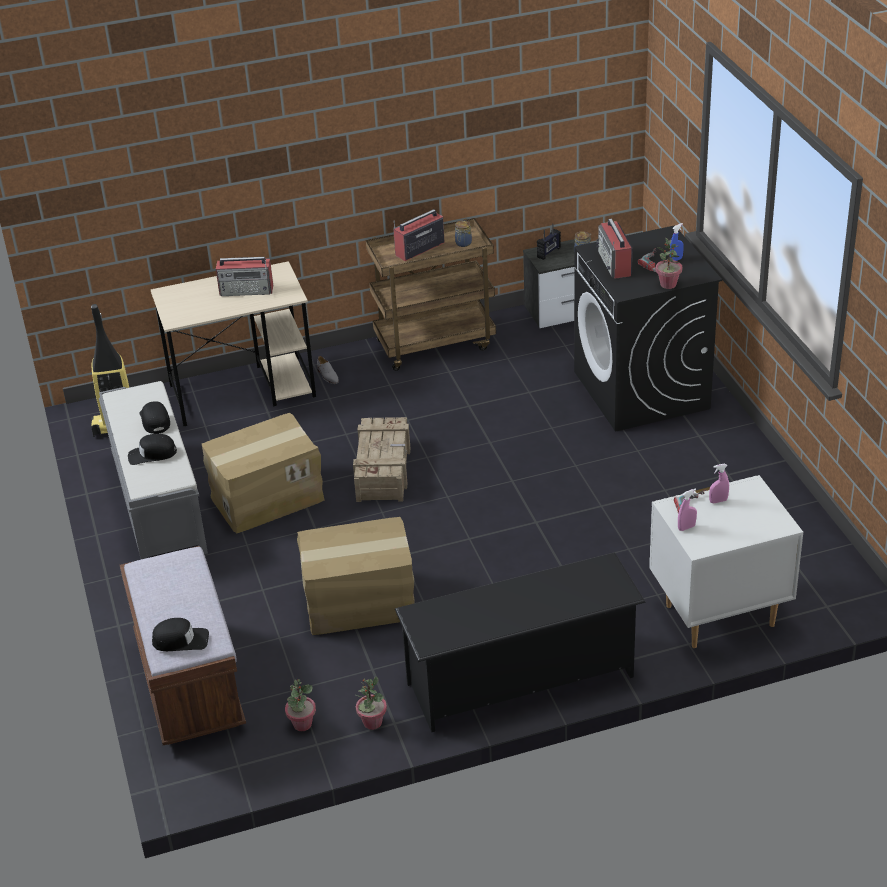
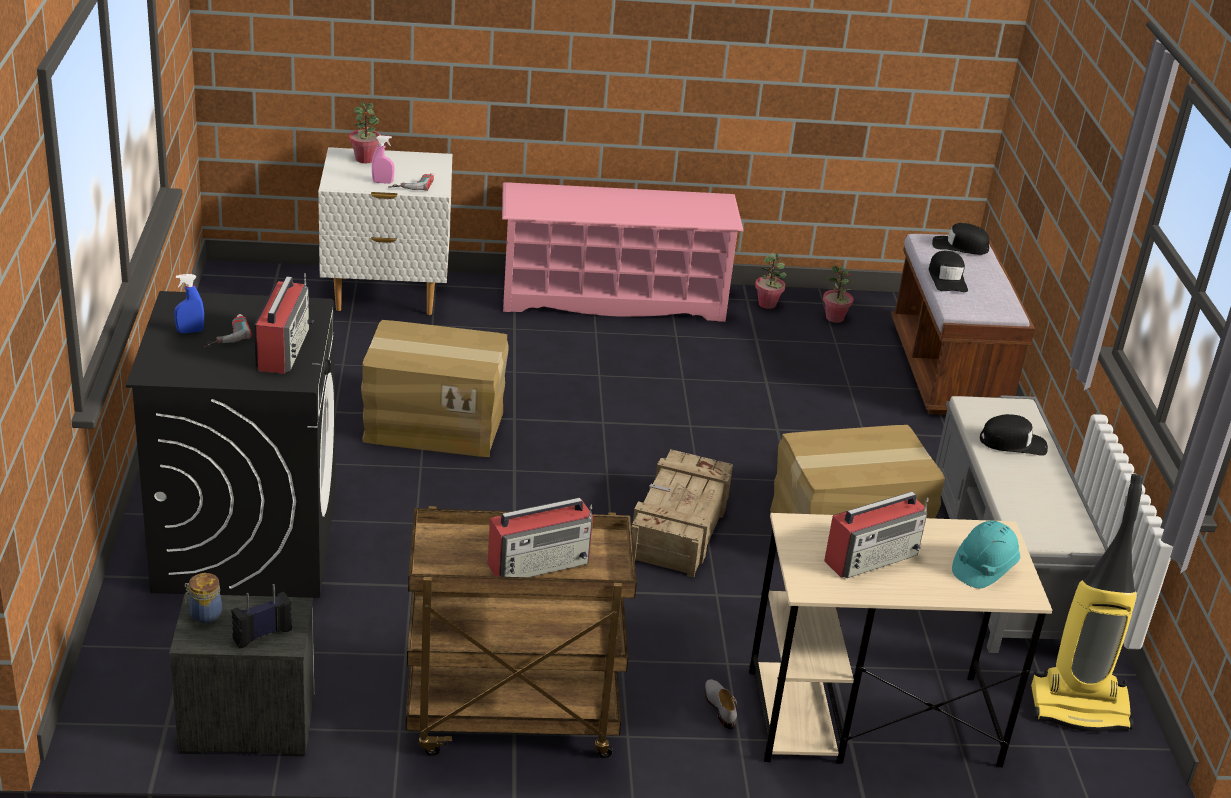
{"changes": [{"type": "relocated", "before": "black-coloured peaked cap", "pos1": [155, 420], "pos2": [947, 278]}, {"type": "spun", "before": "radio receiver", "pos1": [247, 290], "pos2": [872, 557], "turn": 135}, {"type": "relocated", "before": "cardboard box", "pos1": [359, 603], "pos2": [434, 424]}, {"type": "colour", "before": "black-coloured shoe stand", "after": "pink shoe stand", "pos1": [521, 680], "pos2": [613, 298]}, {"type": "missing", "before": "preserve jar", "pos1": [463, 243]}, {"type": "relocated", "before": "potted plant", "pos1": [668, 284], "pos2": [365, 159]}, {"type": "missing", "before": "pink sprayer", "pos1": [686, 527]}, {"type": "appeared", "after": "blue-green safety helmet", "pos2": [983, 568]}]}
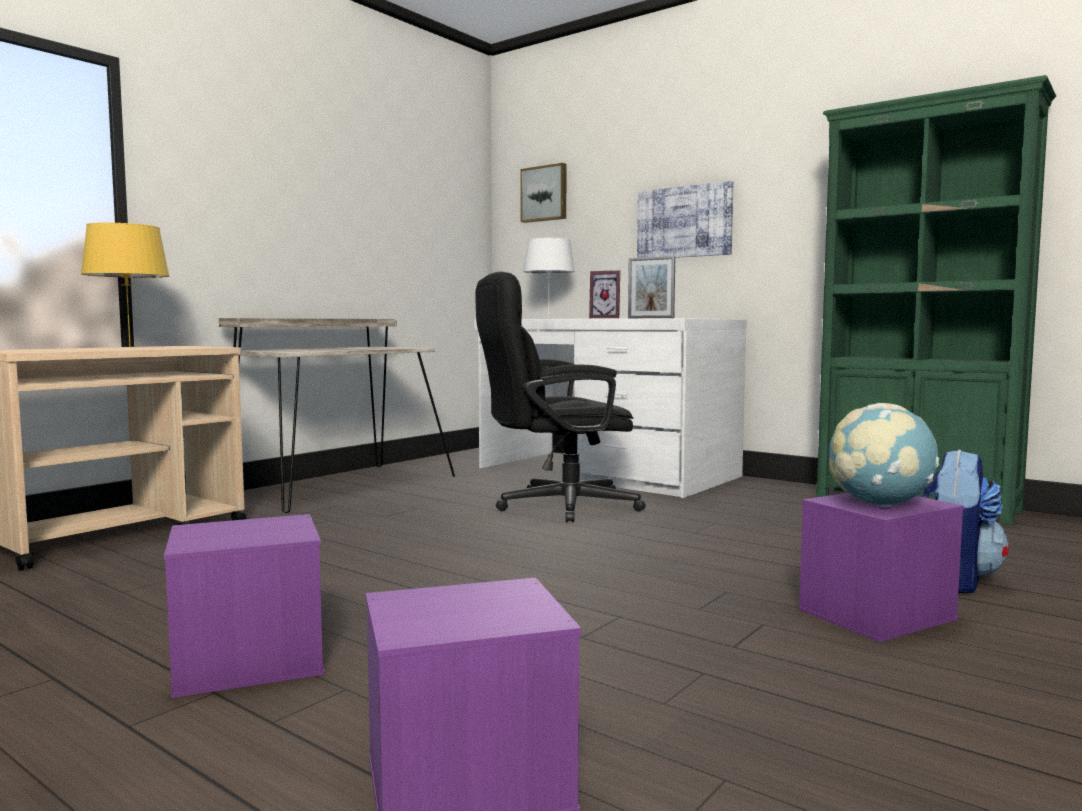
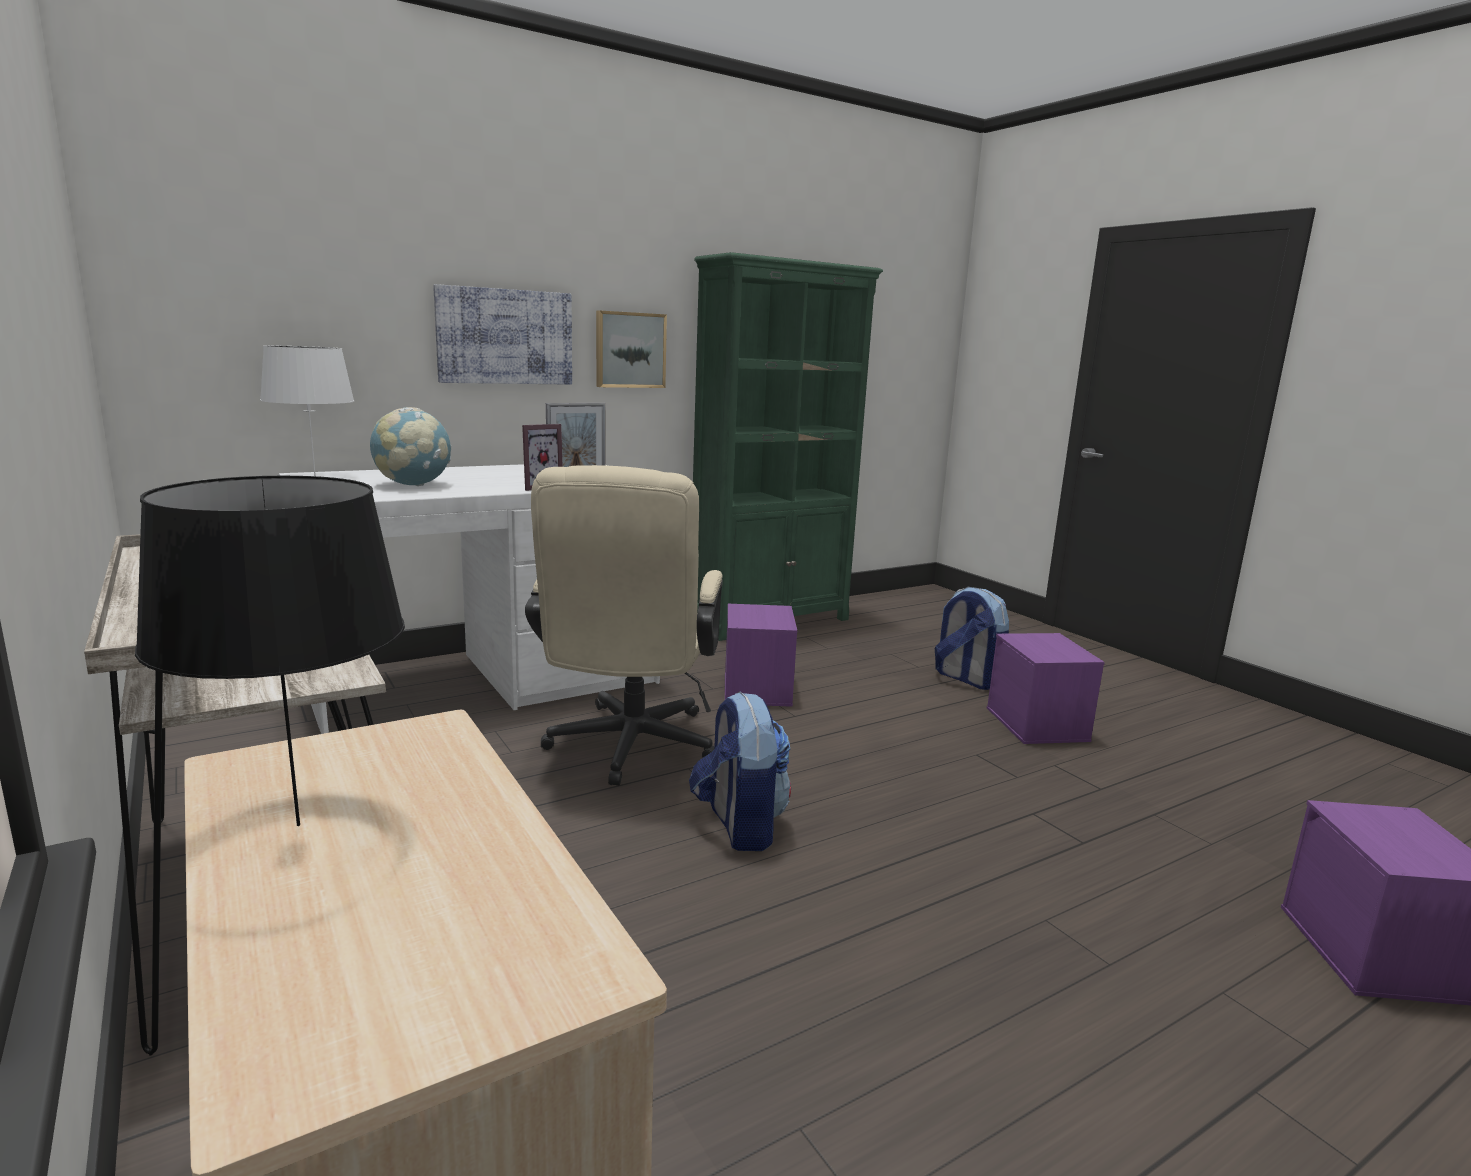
{"changes": [{"type": "colour", "before": "yellow-coloured lamp for a table", "after": "black-coloured lamp for a table", "pos1": [130, 347], "pos2": [299, 824]}, {"type": "relocated", "before": "purple-coloured storage box", "pos1": [246, 663], "pos2": [758, 690]}, {"type": "colour", "before": "black-coloured desk chair", "after": "sand-coloured desk chair", "pos1": [554, 506], "pos2": [628, 750]}, {"type": "relocated", "before": "wall art", "pos1": [545, 193], "pos2": [629, 350]}, {"type": "relocated", "before": "desk globe", "pos1": [880, 504], "pos2": [413, 485]}, {"type": "appeared", "after": "backpack", "pos2": [739, 826]}]}
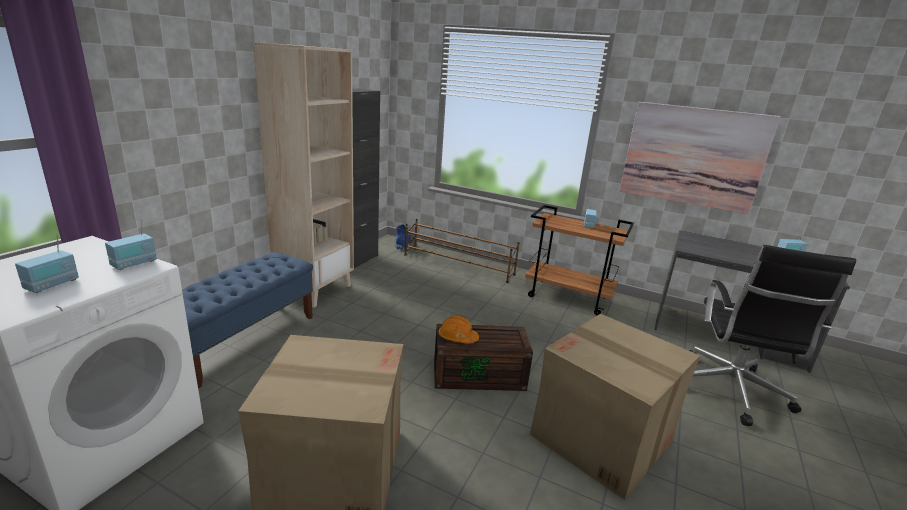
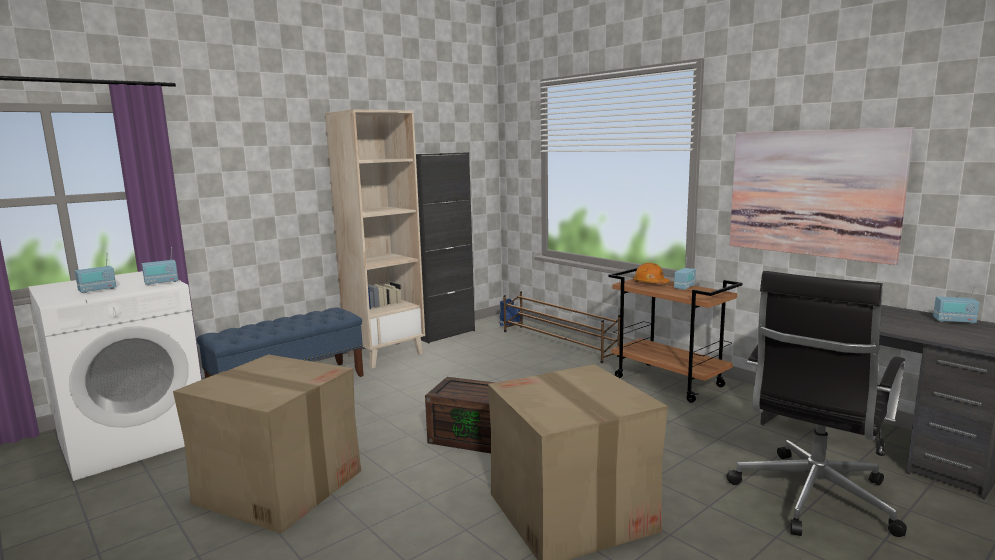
{"changes": [{"type": "relocated", "before": "orange-coloured safety helmet", "pos1": [457, 337], "pos2": [650, 283]}]}
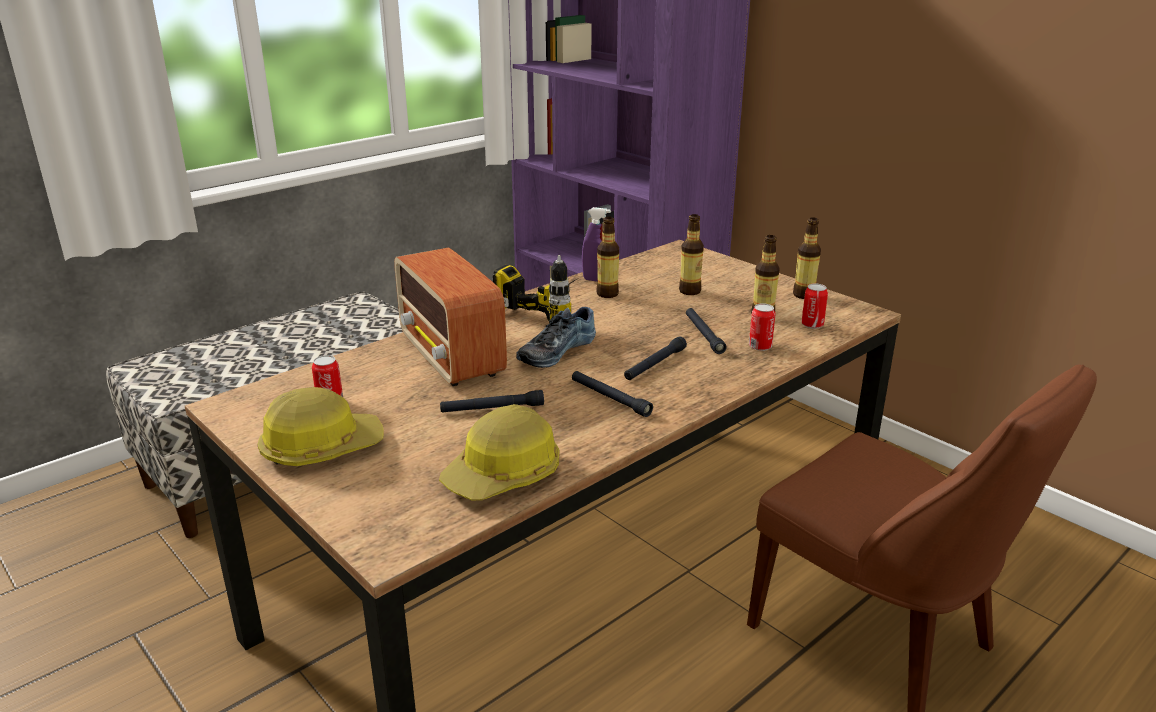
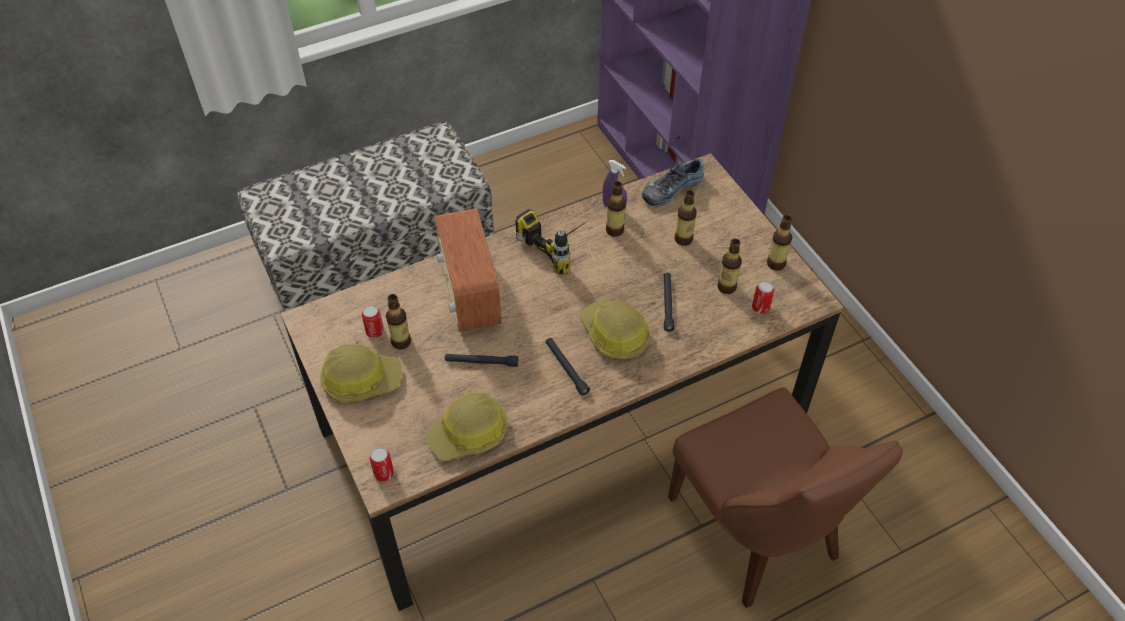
{"changes": [{"type": "relocated", "before": "shoe", "pos1": [555, 350], "pos2": [671, 188]}, {"type": "exchanged", "before": "black-coloured hand torch", "after": "safety helmet", "pos1": [655, 365], "pos2": [614, 335]}, {"type": "relocated", "before": "metal can", "pos1": [760, 346], "pos2": [384, 473]}, {"type": "appeared", "after": "beverage bottle", "pos2": [401, 342]}]}
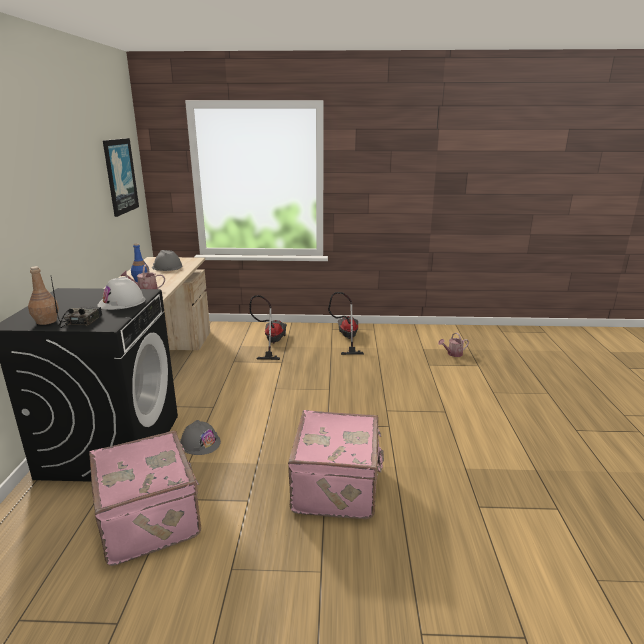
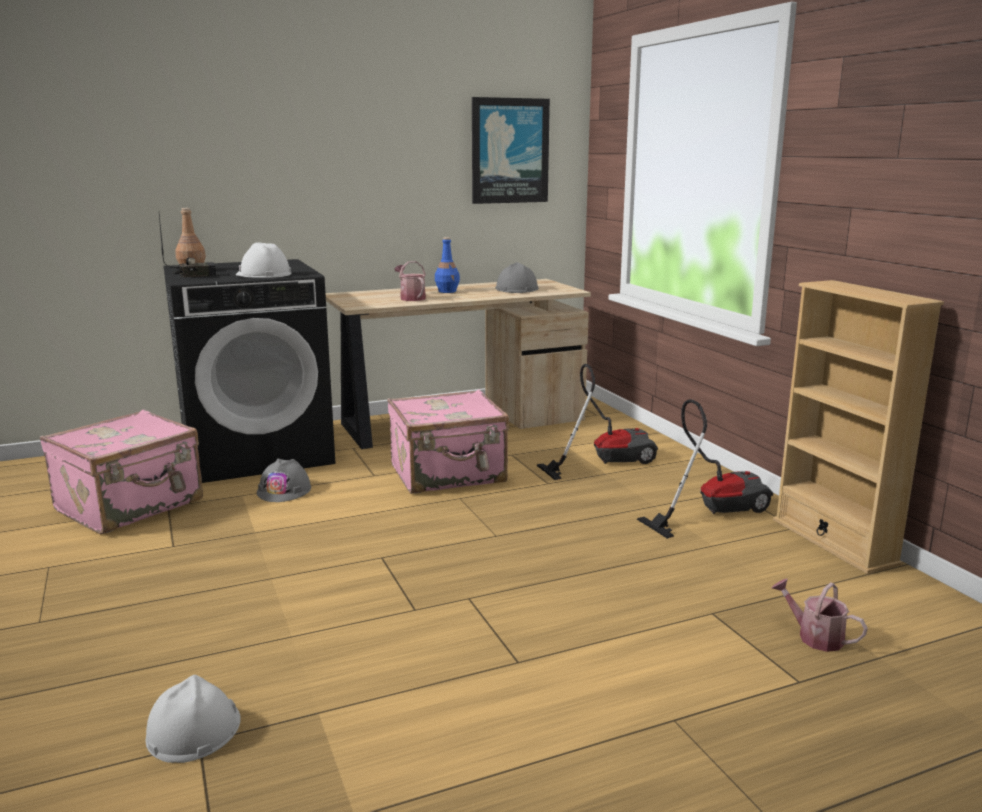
{"changes": [{"type": "relocated", "before": "pink travel case", "pos1": [337, 486], "pos2": [448, 474]}, {"type": "appeared", "after": "white-coloured safety helmet", "pos2": [193, 729]}, {"type": "appeared", "after": "sand-coloured bookcase", "pos2": [833, 541]}]}
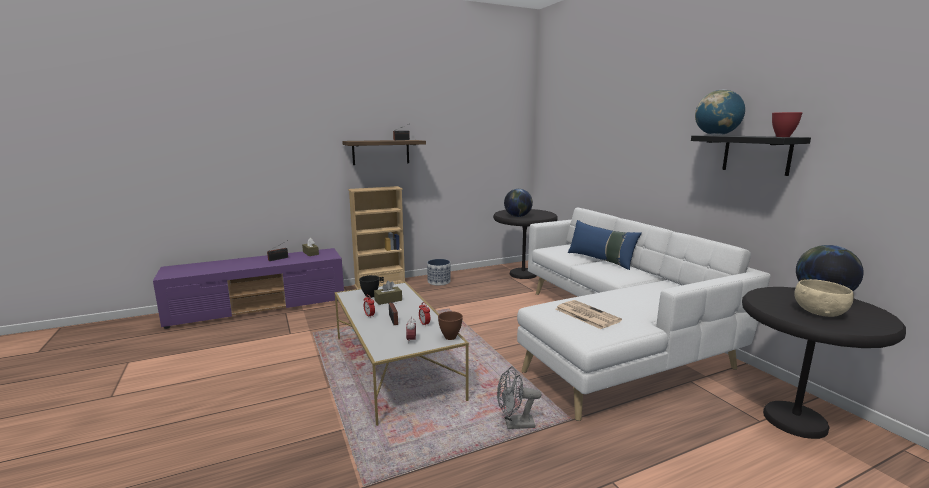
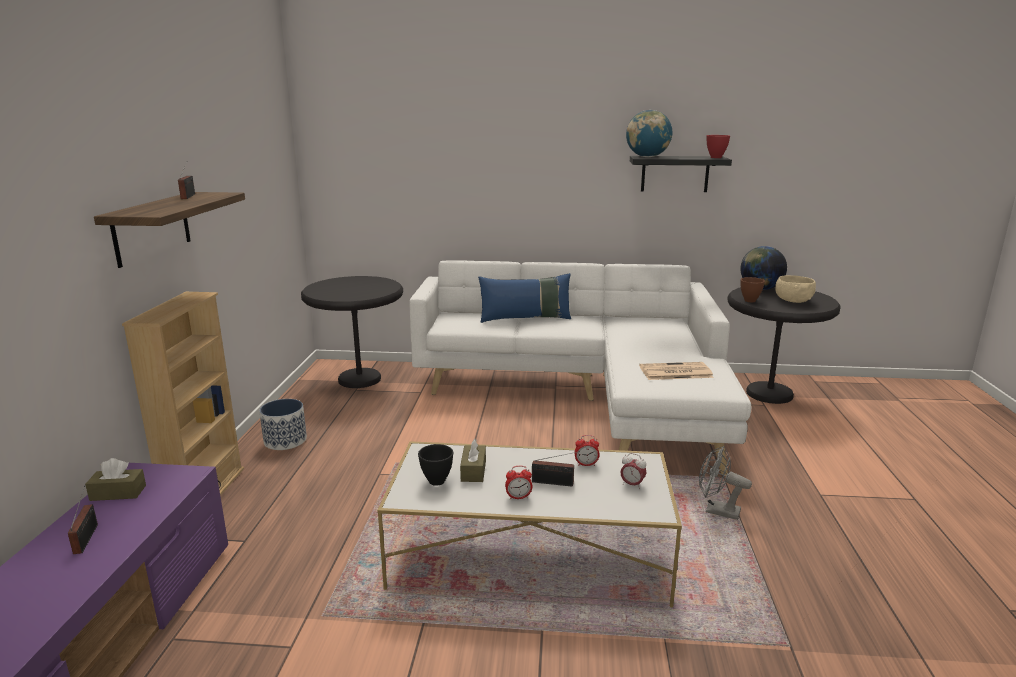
{"changes": [{"type": "relocated", "before": "brown deep dish", "pos1": [451, 337], "pos2": [750, 300]}, {"type": "spun", "before": "grey fan", "pos1": [514, 424], "pos2": [716, 511], "turn": 90}, {"type": "missing", "before": "desk globe", "pos1": [518, 216]}]}
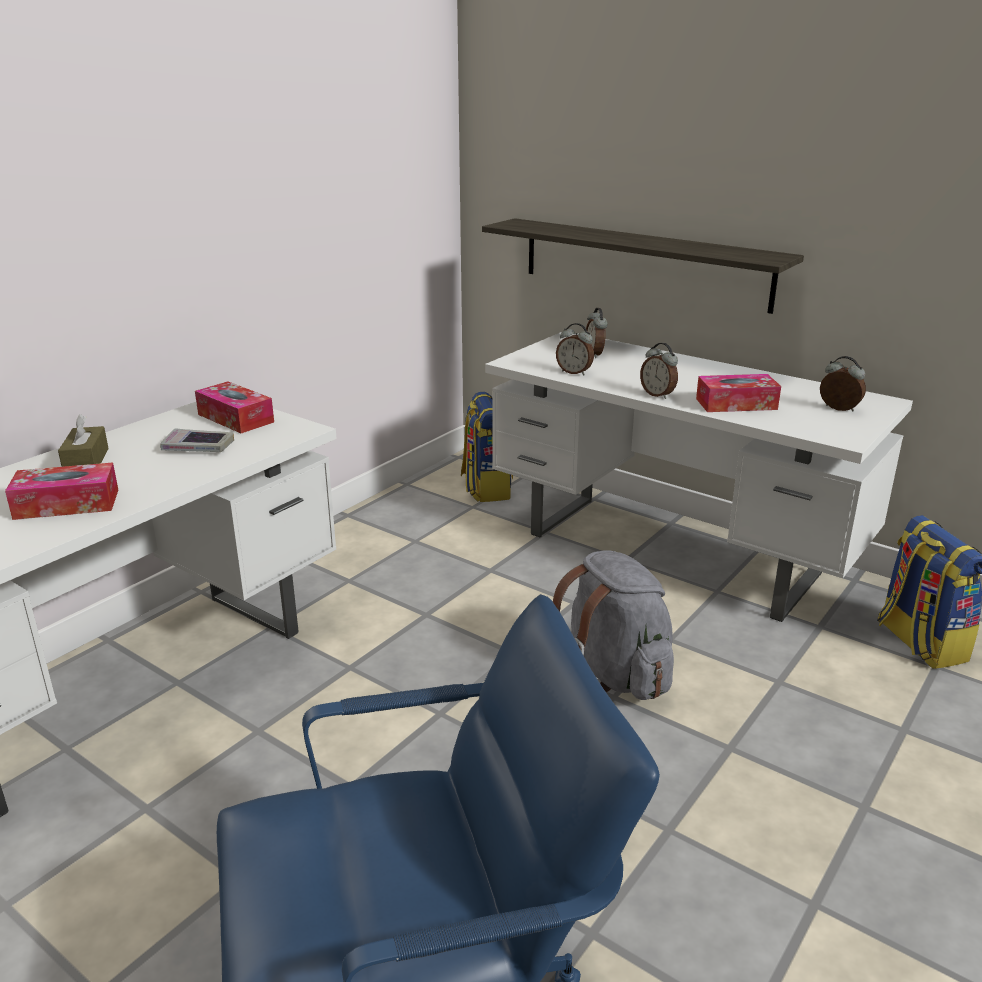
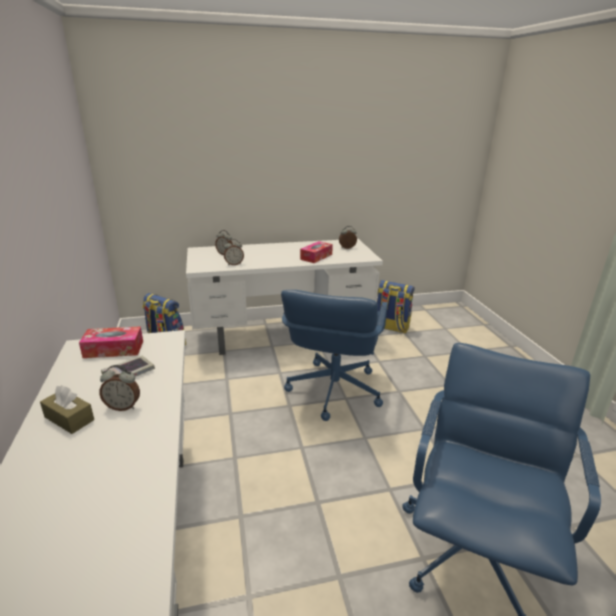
{"changes": [{"type": "missing", "before": "tissue holder", "pos1": [67, 504]}, {"type": "missing", "before": "bracket shelf", "pos1": [643, 263]}, {"type": "exchanged", "before": "grey backpack", "after": "blue-coloured desk chair", "pos1": [613, 674], "pos2": [333, 390]}, {"type": "relocated", "before": "table clock", "pos1": [658, 395], "pos2": [123, 406]}]}
